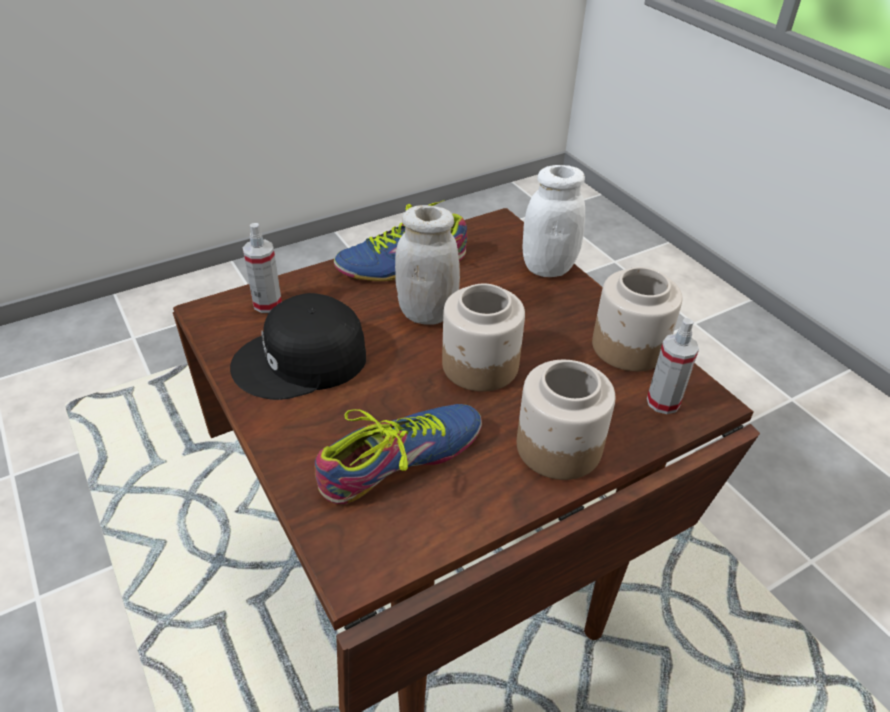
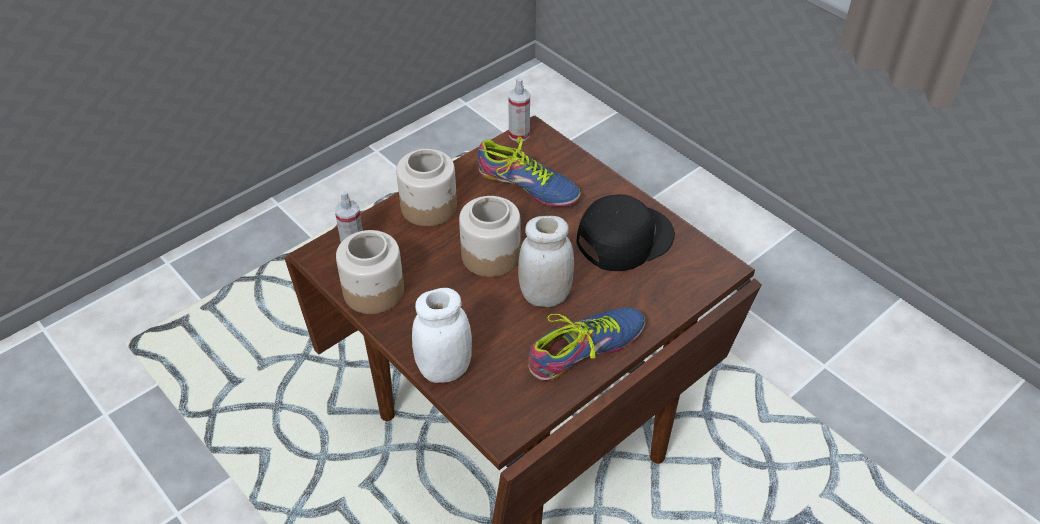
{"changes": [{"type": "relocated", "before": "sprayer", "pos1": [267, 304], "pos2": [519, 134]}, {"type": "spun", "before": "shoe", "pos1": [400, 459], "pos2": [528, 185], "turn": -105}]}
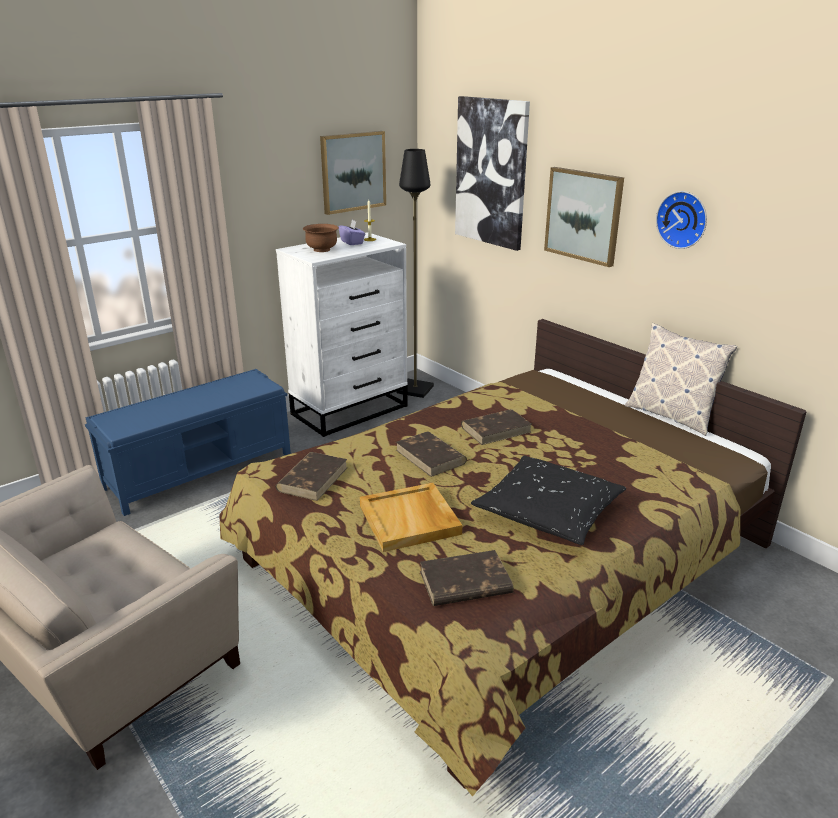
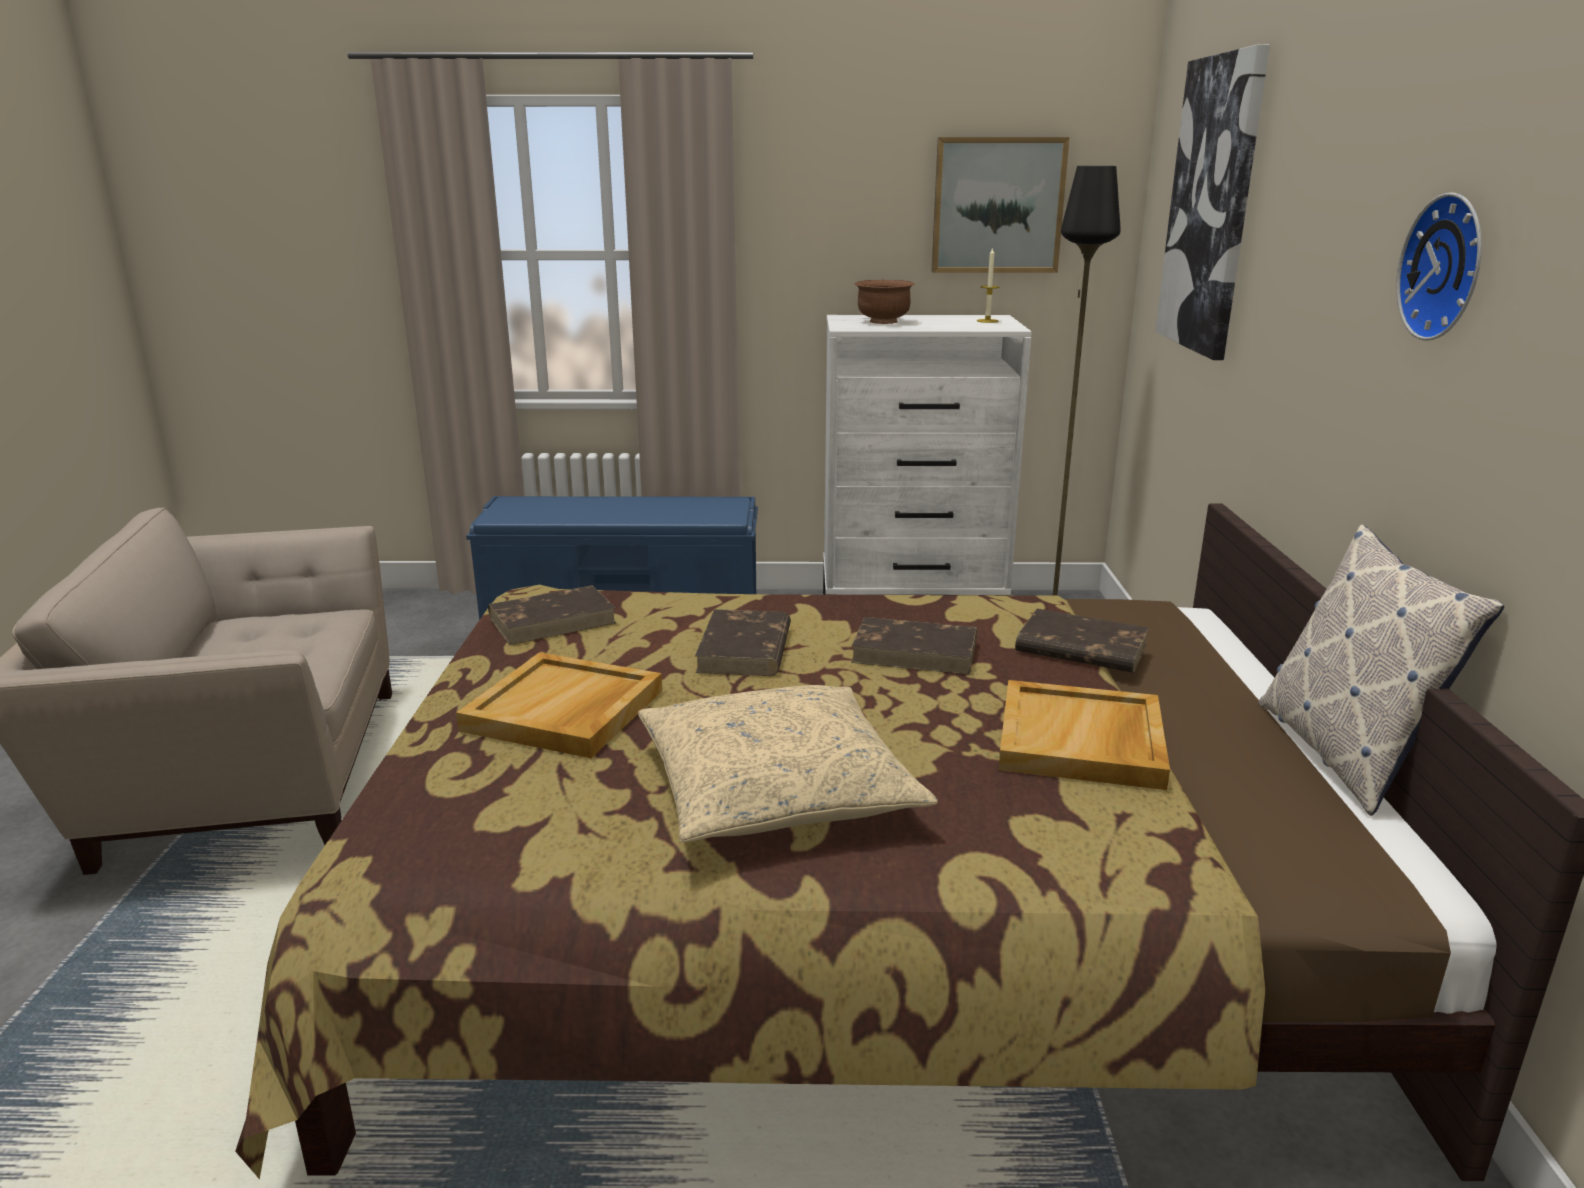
{"changes": [{"type": "missing", "before": "purple-coloured tissue holder", "pos1": [352, 242]}, {"type": "relocated", "before": "brown bound book", "pos1": [464, 583], "pos2": [1080, 648]}, {"type": "colour", "before": "black-coloured throw pillow", "after": "sand-coloured throw pillow", "pos1": [548, 511], "pos2": [776, 788]}, {"type": "missing", "before": "wall art", "pos1": [583, 215]}, {"type": "appeared", "after": "sand-coloured carrying tray", "pos2": [1082, 741]}]}
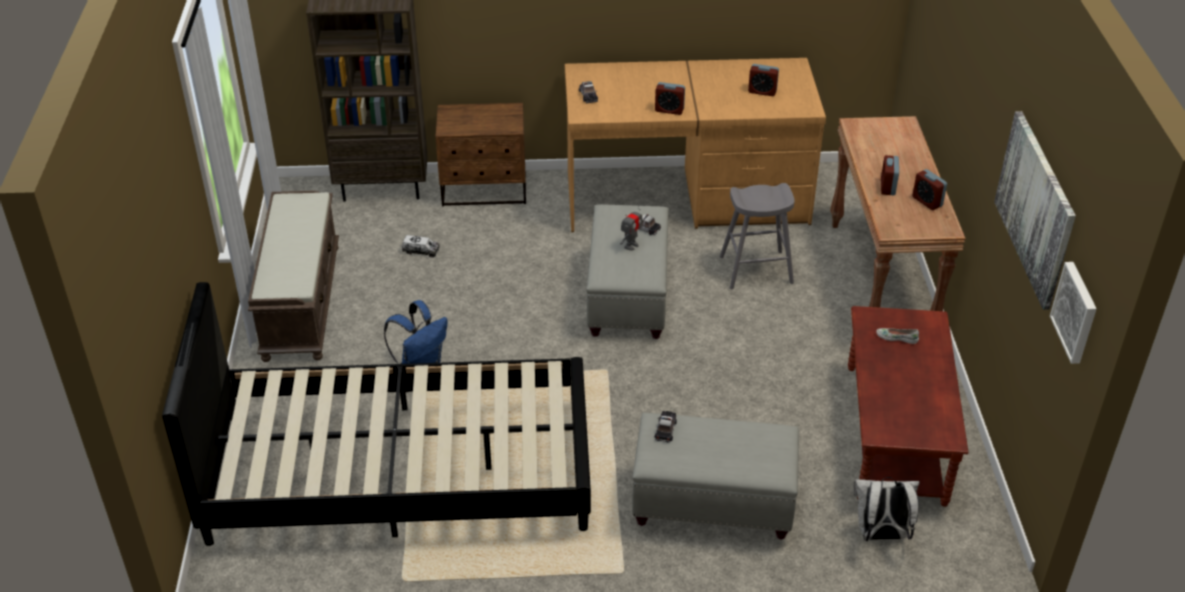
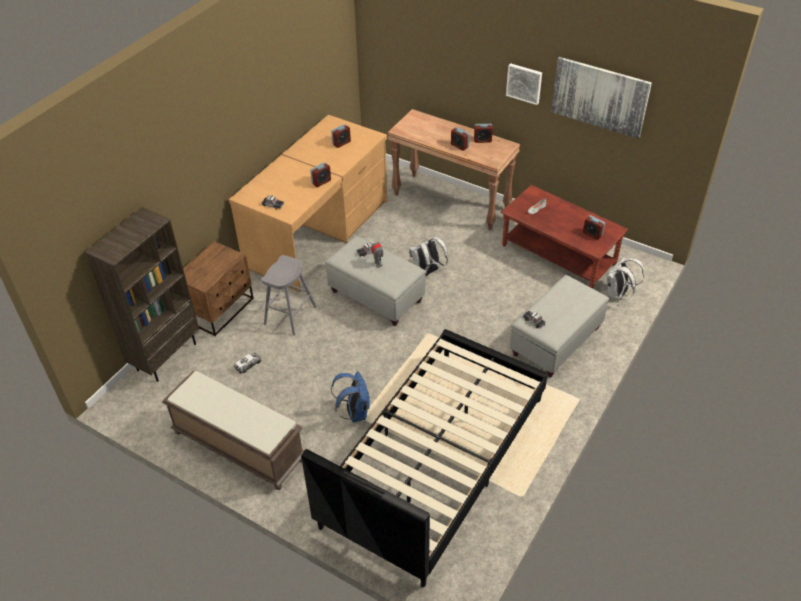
{"changes": [{"type": "relocated", "before": "grey sitting stool", "pos1": [756, 270], "pos2": [290, 315]}, {"type": "relocated", "before": "wall art", "pos1": [1076, 312], "pos2": [524, 83]}, {"type": "appeared", "after": "white-coloured backpack", "pos2": [427, 271]}, {"type": "appeared", "after": "table clock", "pos2": [592, 234]}]}
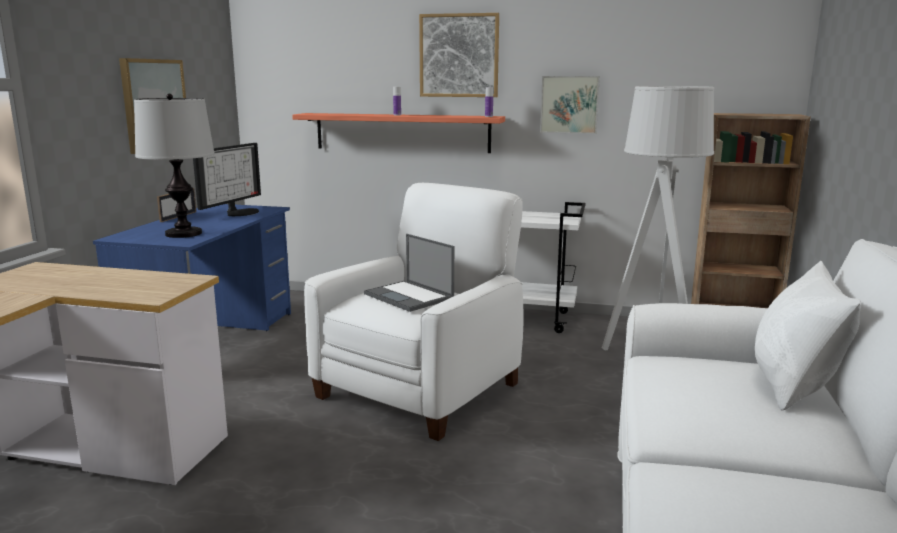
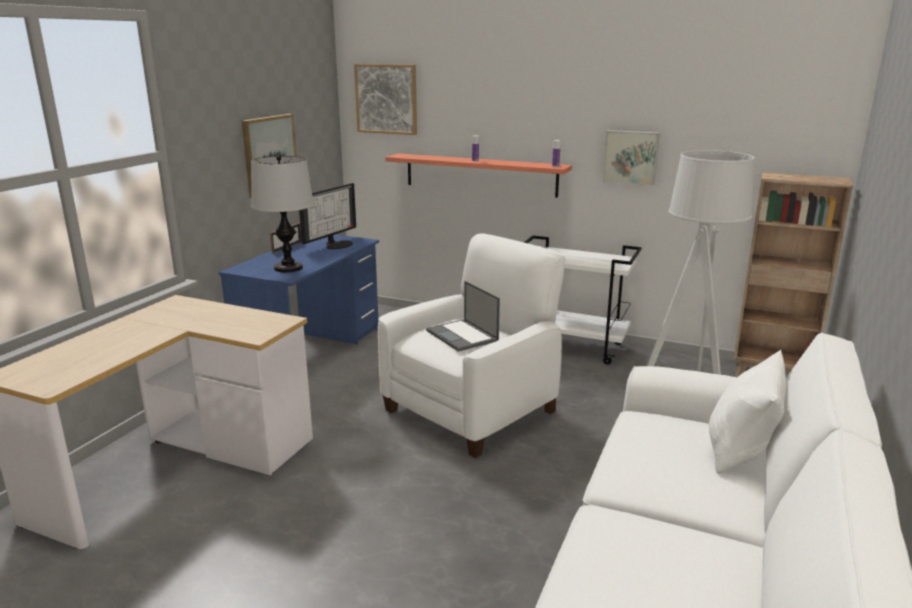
{"changes": [{"type": "relocated", "before": "wall art", "pos1": [459, 55], "pos2": [386, 99]}]}
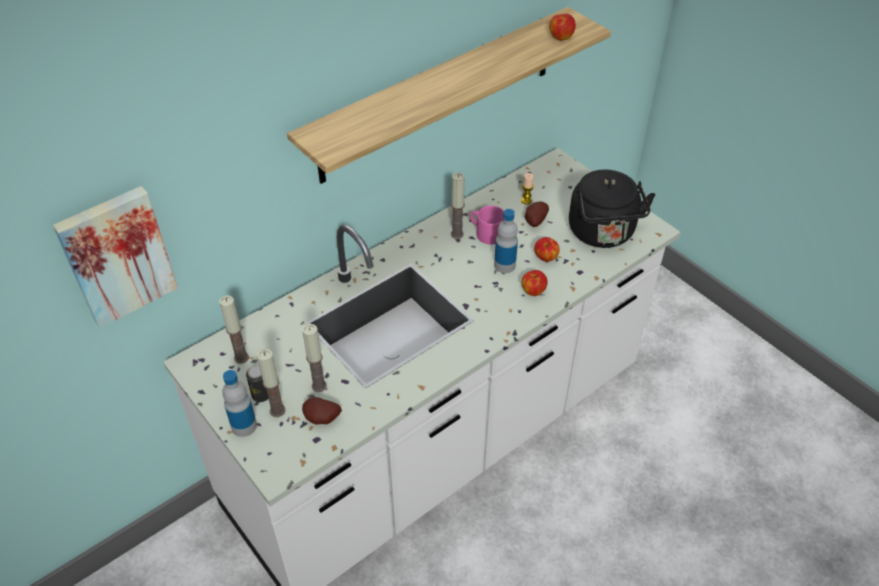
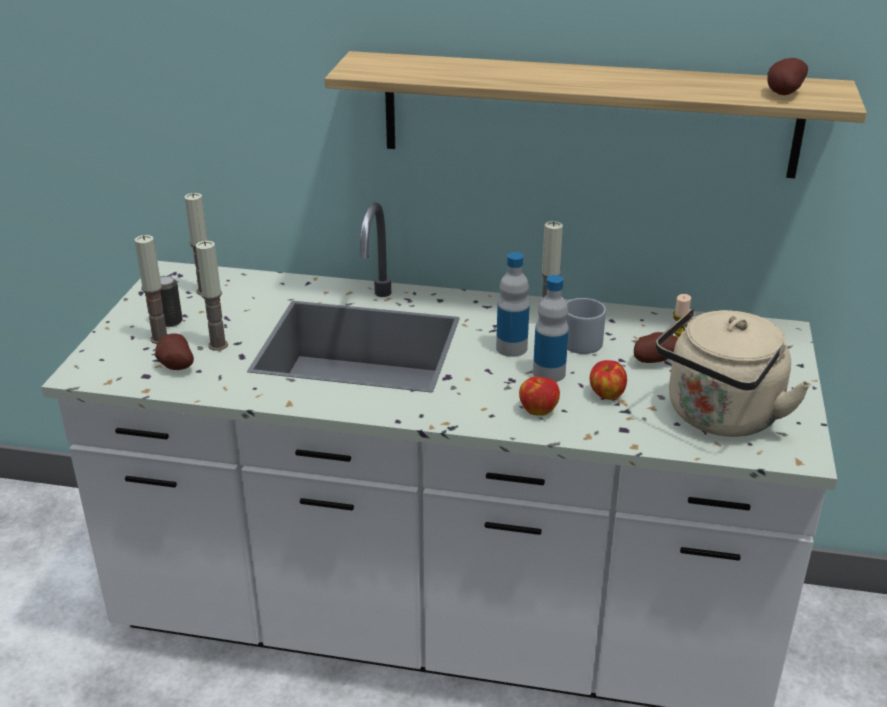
{"changes": [{"type": "missing", "before": "wall art", "pos1": [117, 255]}, {"type": "relocated", "before": "beverage bottle", "pos1": [244, 426], "pos2": [511, 348]}, {"type": "colour", "before": "pink tea mug", "after": "grey tea mug", "pos1": [485, 233], "pos2": [579, 339]}, {"type": "exchanged", "before": "apple fruit", "after": "potato", "pos1": [560, 37], "pos2": [782, 94]}, {"type": "colour", "before": "black-coloured tea kettle", "after": "sand-coloured tea kettle", "pos1": [603, 234], "pos2": [719, 418]}]}
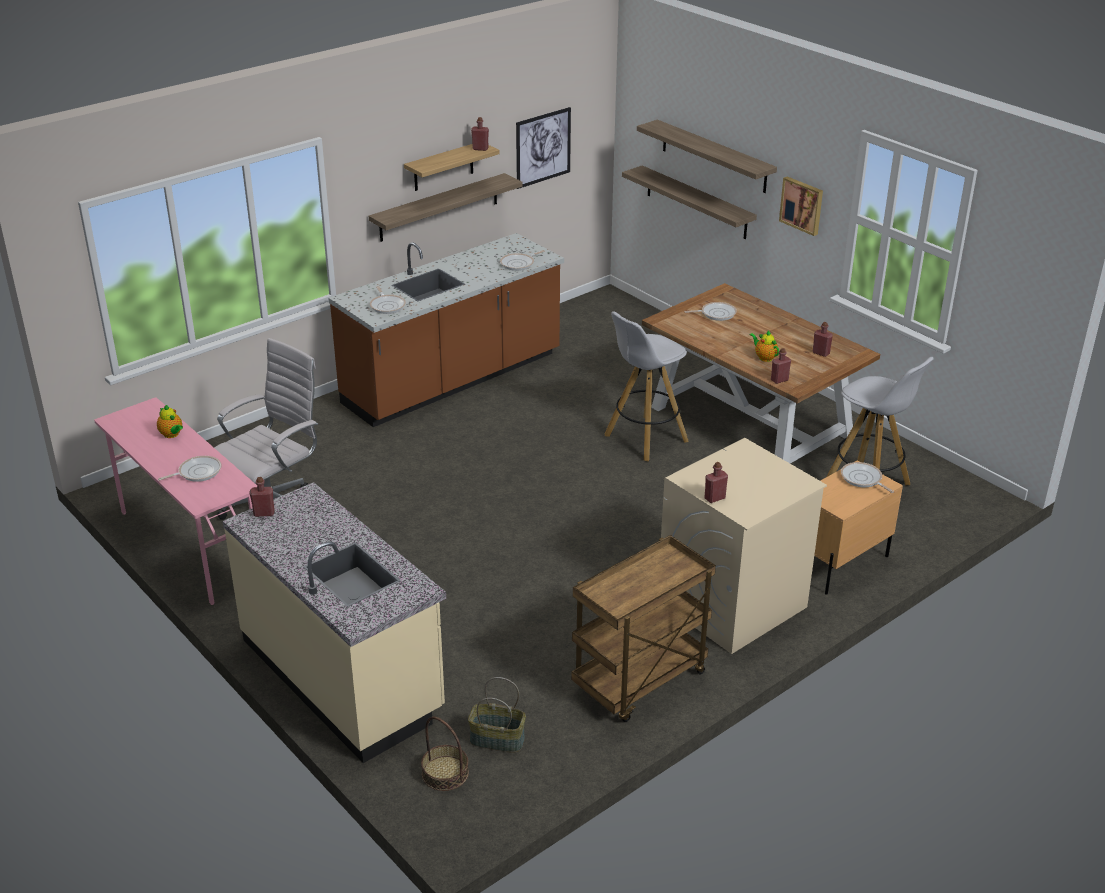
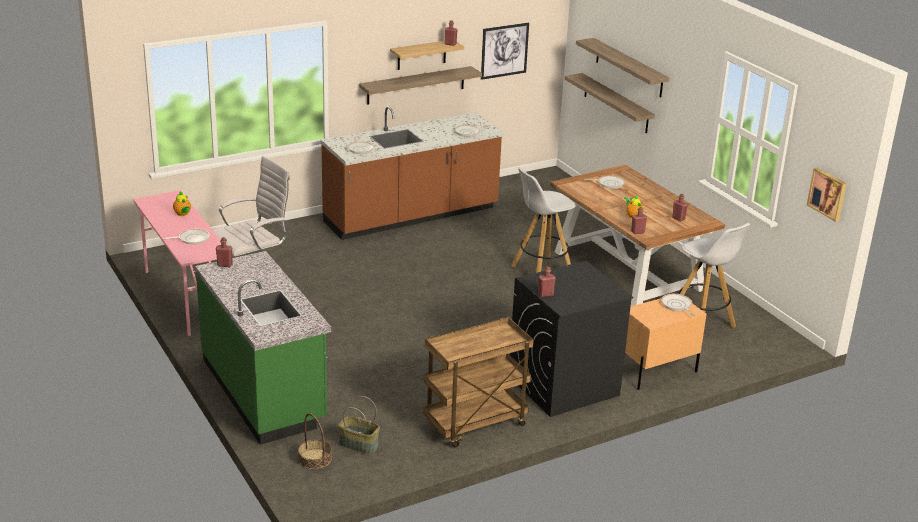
{"changes": [{"type": "colour", "before": "sand-coloured kitchen counter", "after": "greenish kitchen counter", "pos1": [343, 676], "pos2": [264, 391]}, {"type": "colour", "before": "sand-coloured laundry machine", "after": "black-coloured laundry machine", "pos1": [731, 604], "pos2": [563, 386]}, {"type": "relocated", "before": "wall art", "pos1": [802, 205], "pos2": [828, 194]}]}
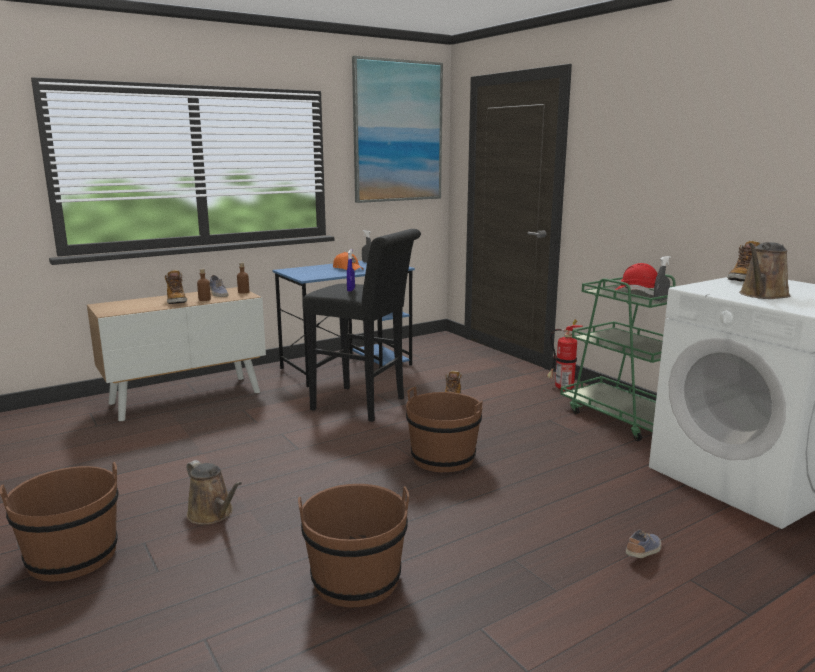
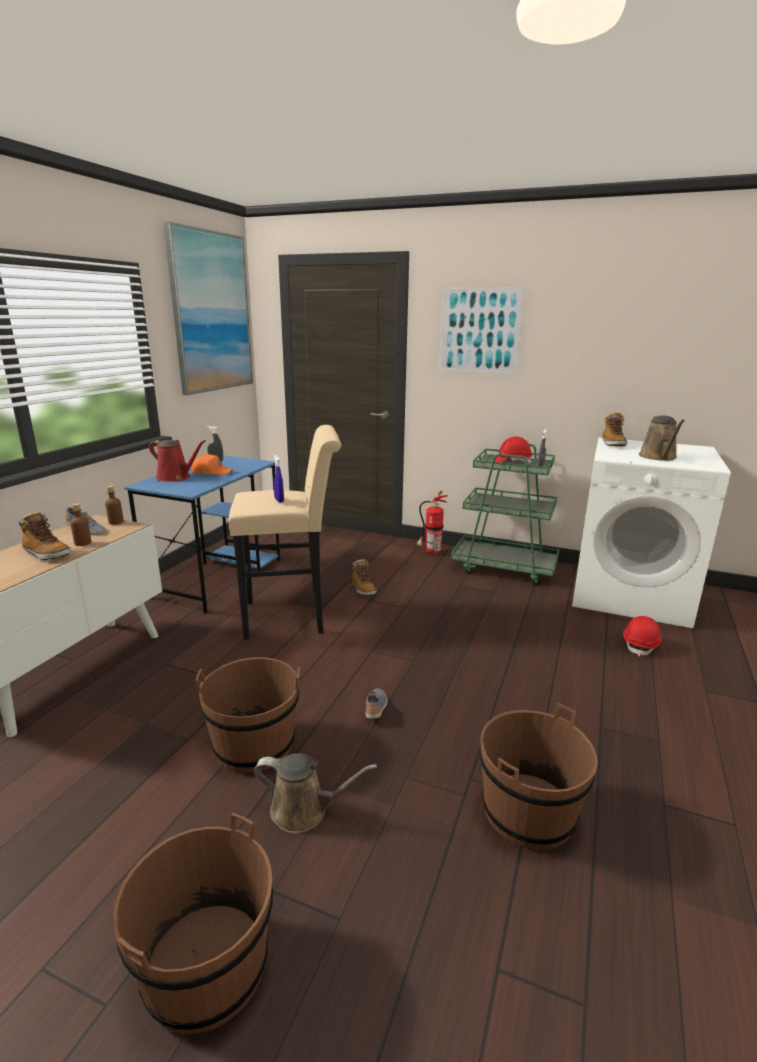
{"changes": [{"type": "colour", "before": "black-coloured sitting stool", "after": "sand-coloured sitting stool", "pos1": [364, 405], "pos2": [292, 617]}, {"type": "relocated", "before": "brown bucket", "pos1": [443, 458], "pos2": [254, 744]}, {"type": "relocated", "before": "shoe", "pos1": [643, 552], "pos2": [376, 708]}, {"type": "appeared", "after": "red watering pot", "pos2": [176, 477]}, {"type": "appeared", "after": "wall art", "pos2": [480, 331]}, {"type": "appeared", "after": "red safety helmet", "pos2": [641, 644]}]}
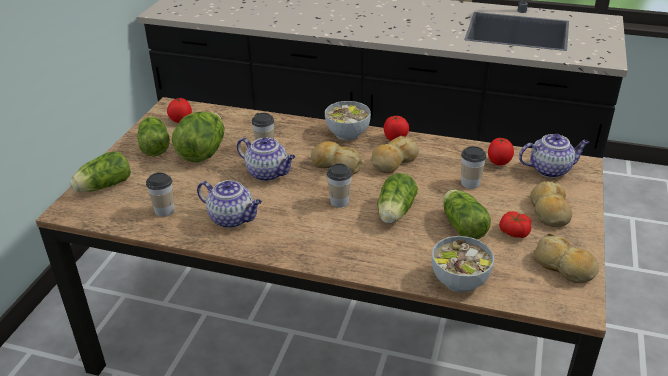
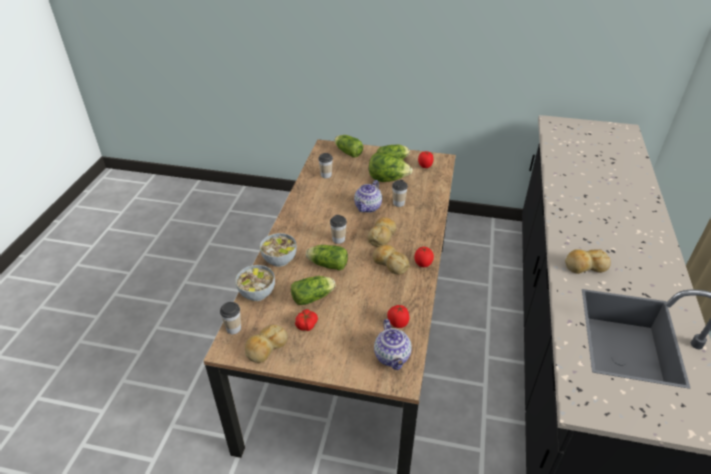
{"changes": [{"type": "missing", "before": "teapot", "pos1": [232, 218]}, {"type": "relocated", "before": "deep dish", "pos1": [347, 133], "pos2": [280, 259]}, {"type": "relocated", "before": "small cup", "pos1": [470, 183], "pos2": [233, 328]}, {"type": "relocated", "before": "bread", "pos1": [549, 211], "pos2": [585, 266]}]}
